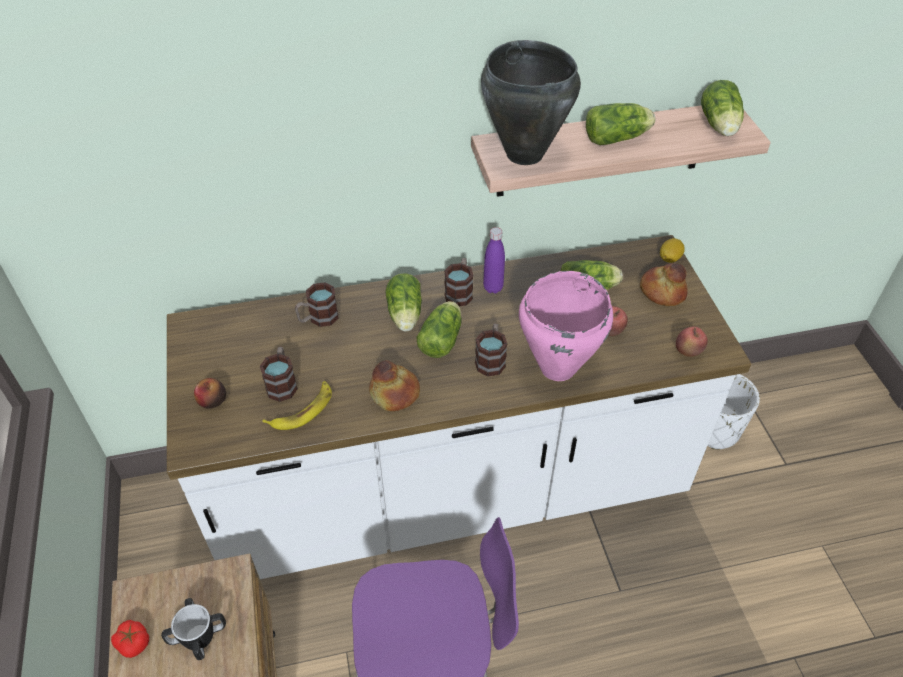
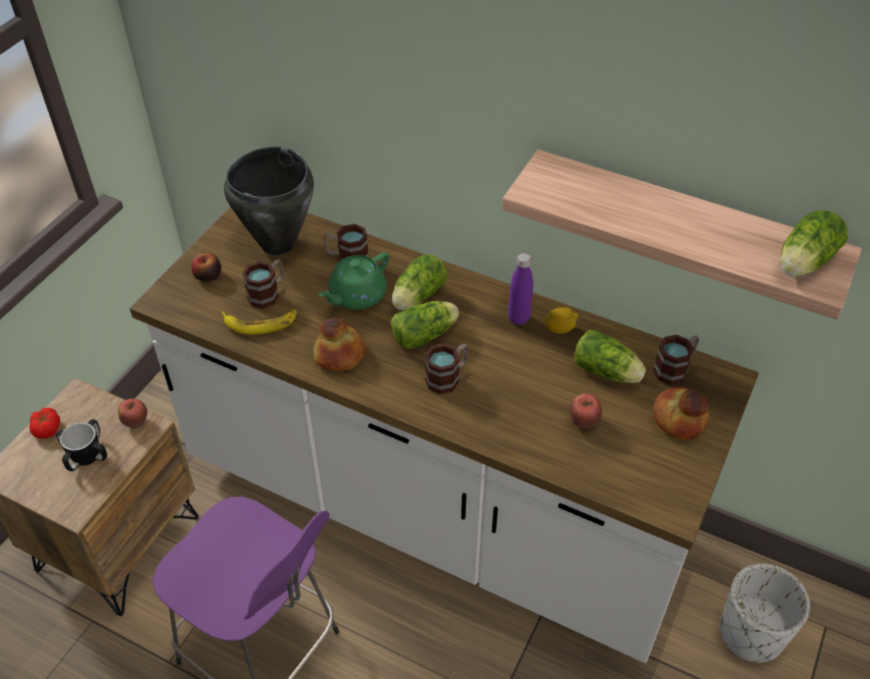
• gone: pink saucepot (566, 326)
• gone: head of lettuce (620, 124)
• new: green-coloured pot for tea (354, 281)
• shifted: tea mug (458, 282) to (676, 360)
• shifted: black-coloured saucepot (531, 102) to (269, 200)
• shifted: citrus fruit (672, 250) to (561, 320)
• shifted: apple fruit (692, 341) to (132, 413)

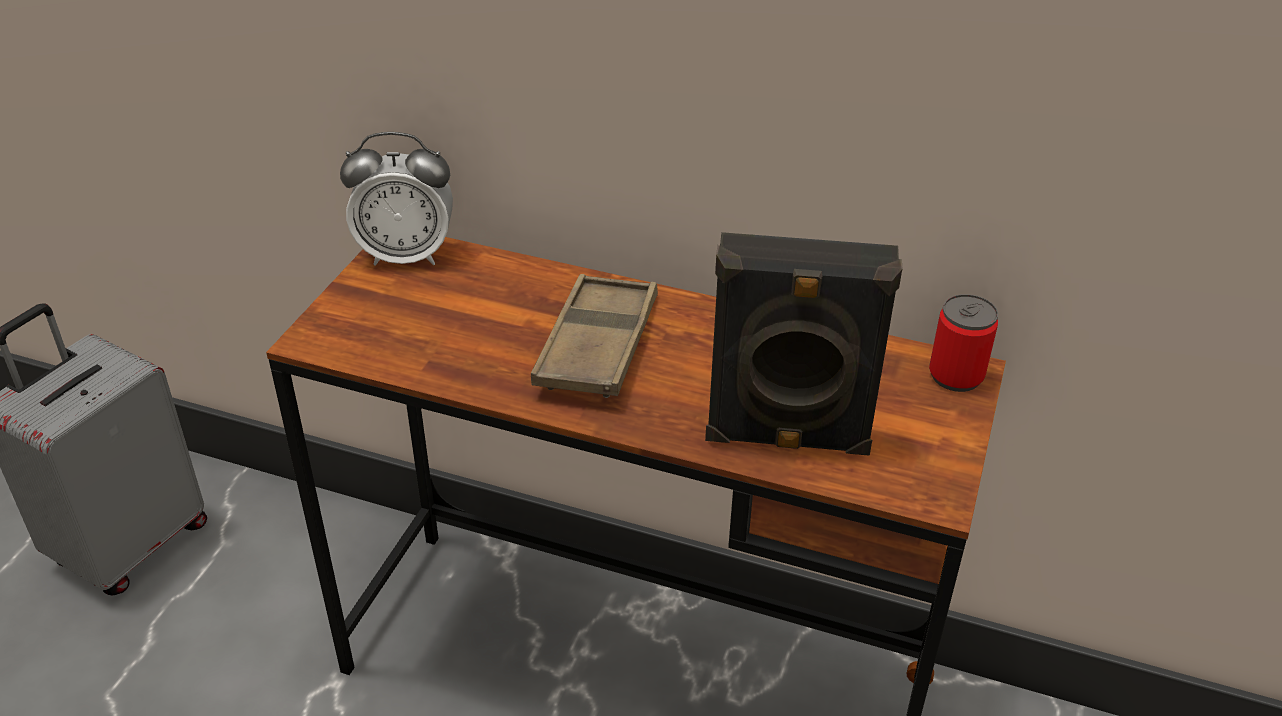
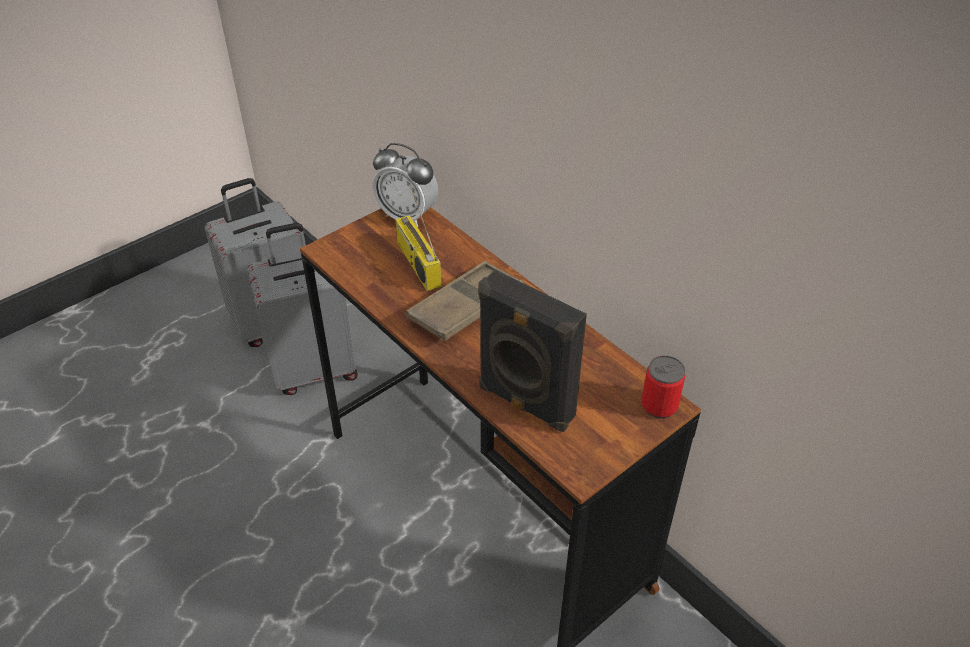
• new: grey suitcase (302, 309)
• new: radio receiver (418, 237)

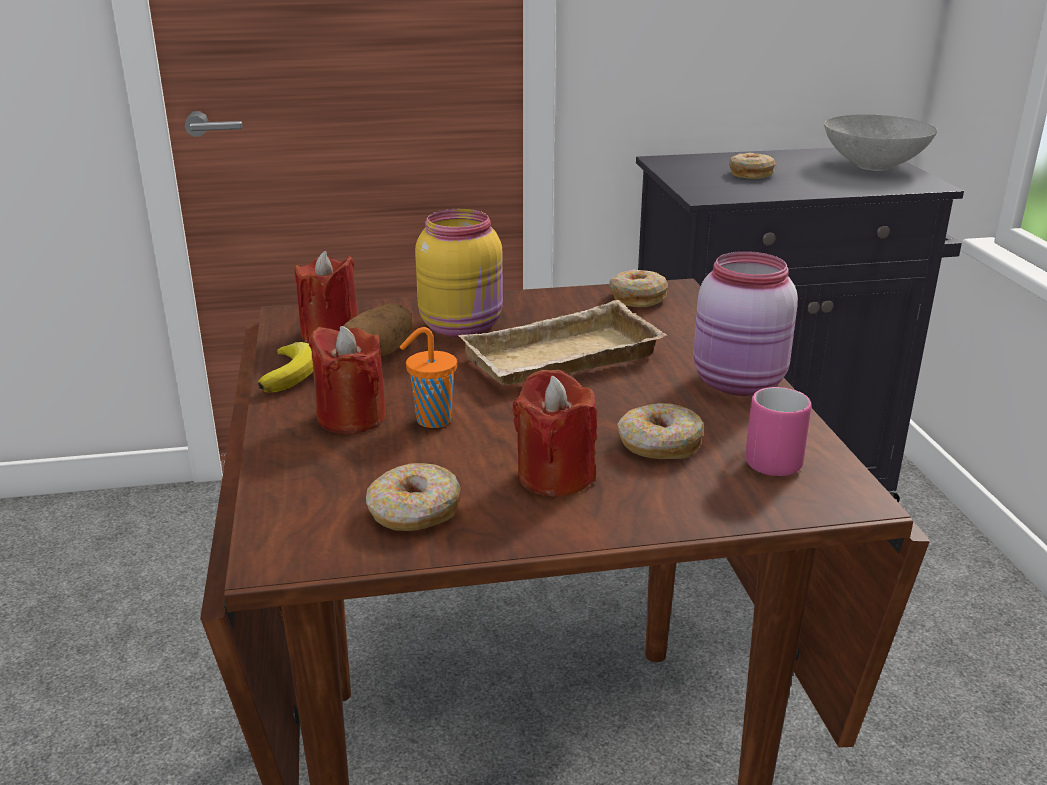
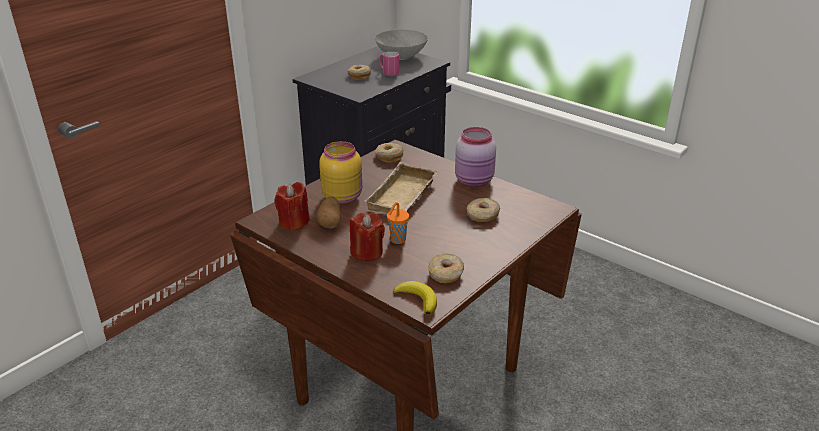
• gone: red candle (555, 433)
• shifted: whole banana (285, 367) to (415, 298)
• shifted: pink tea mug (778, 431) to (389, 63)

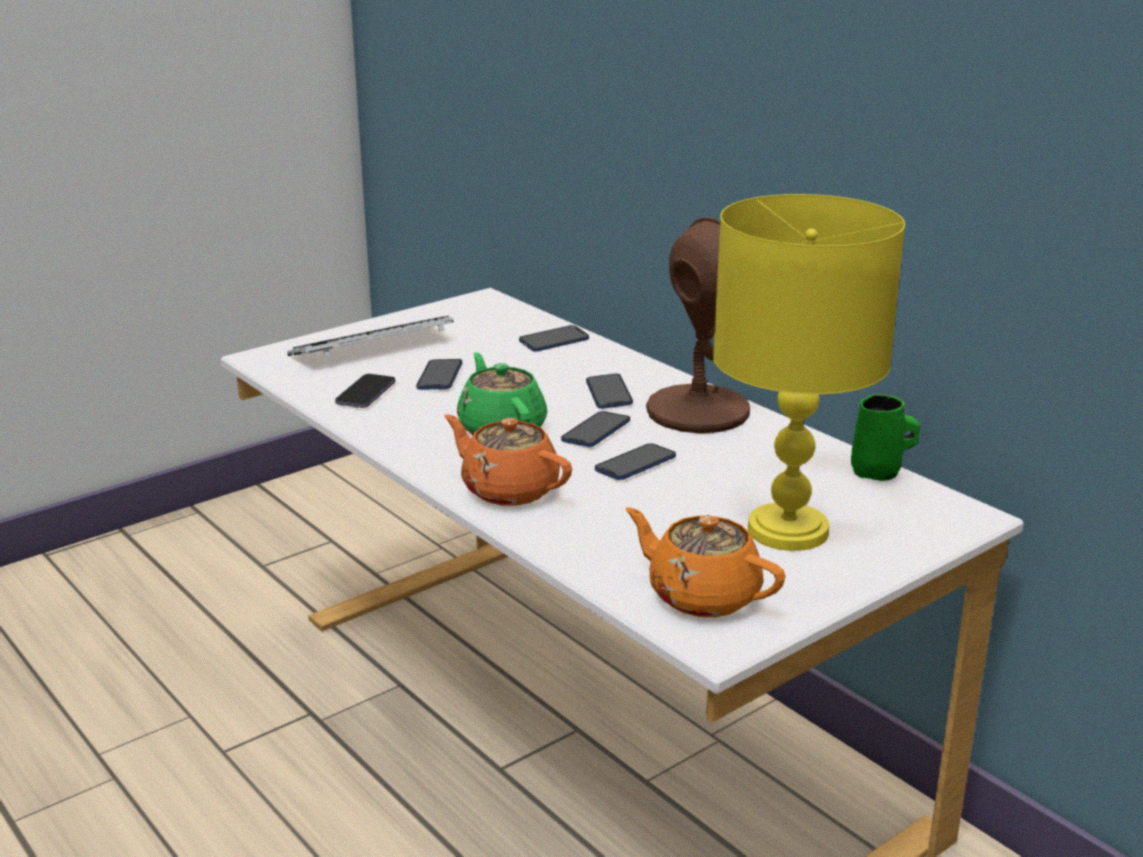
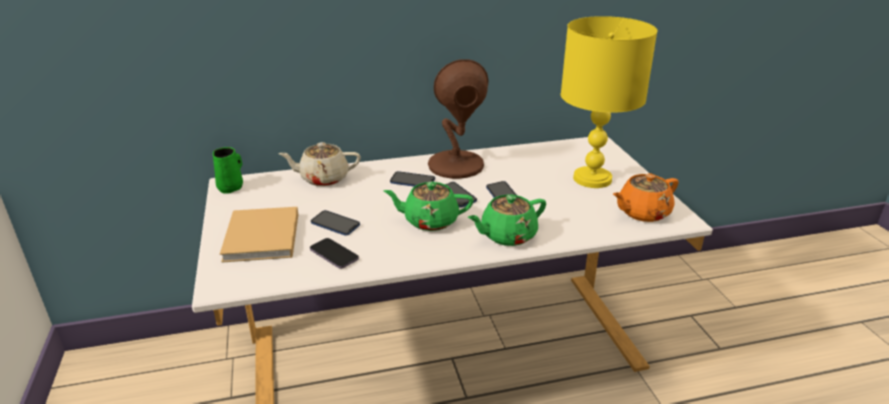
• shifted: green-coloured tea mug (885, 437) to (228, 170)
• swapped: PC keyboard (370, 336) to beige book (259, 235)
• swapped: telephone (554, 338) to beige pot for tea (319, 164)
• repainted: orange pot for tea (508, 460) to green-coloured pot for tea (507, 220)

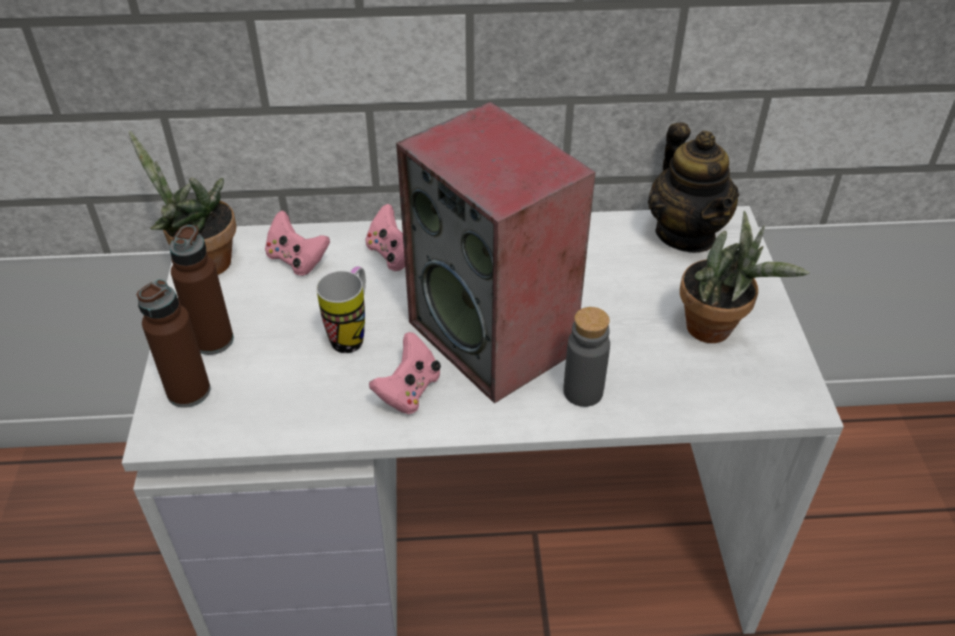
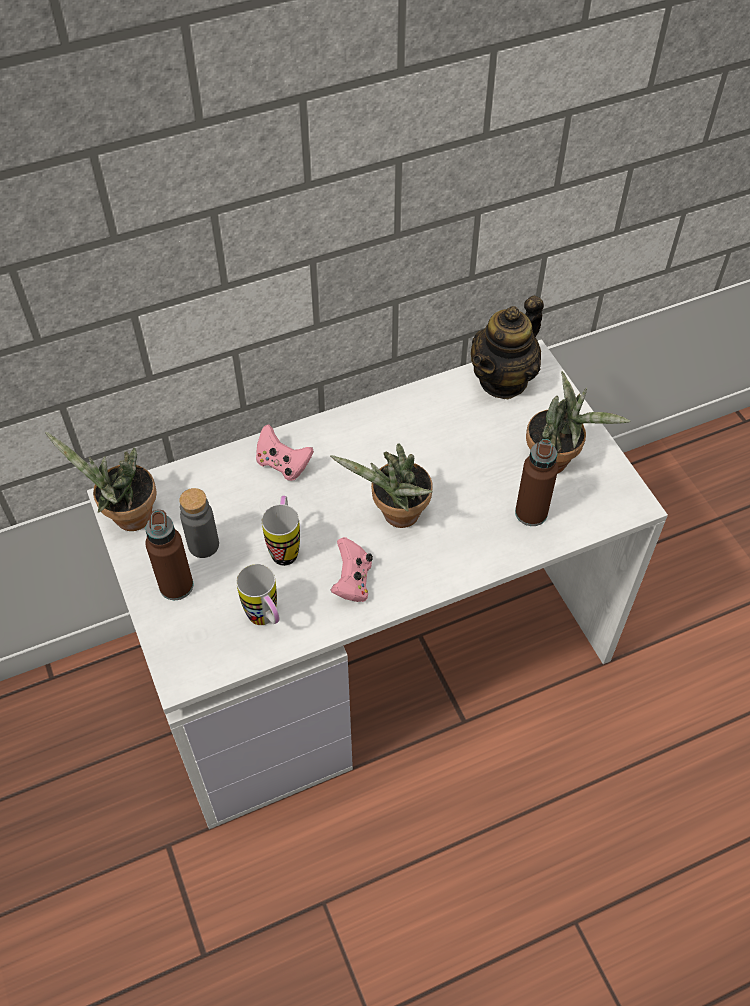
• gone: pink gamepad (297, 243)
• new: tea mug (257, 594)
• shifted: brown-coloured drink bottle (173, 343) to (536, 482)
• shifted: grey drink bottle (586, 357) to (199, 523)
• swapped: audio speaker (495, 253) to potted plant (381, 485)
• rotated: pot for tea (693, 187) = (507, 347) 75 degrees clockwise

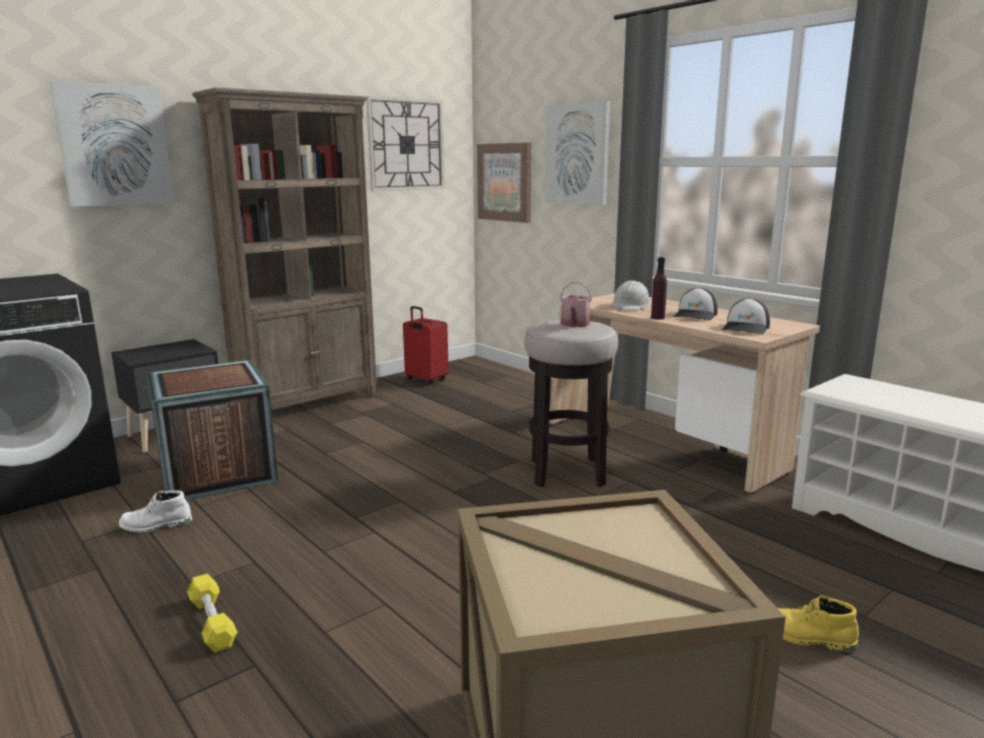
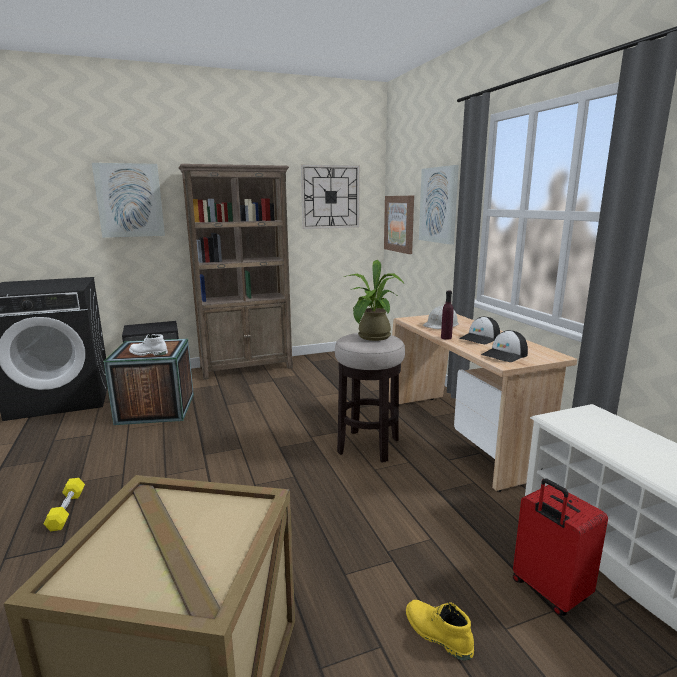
• shifted: white-coloured boot (155, 511) to (148, 345)
• shifted: red suitcase (426, 345) to (560, 547)
• swapped: watering pot (576, 304) to potted plant (374, 300)

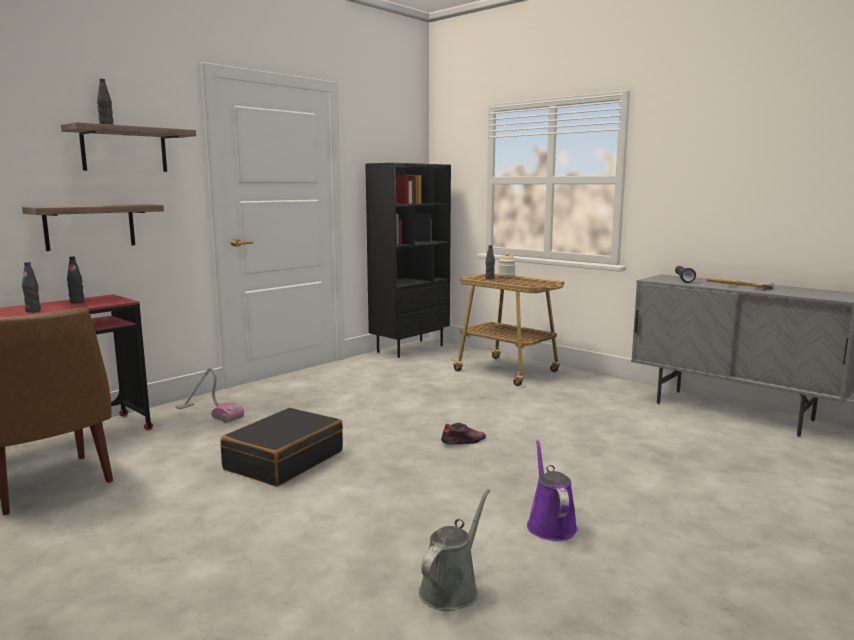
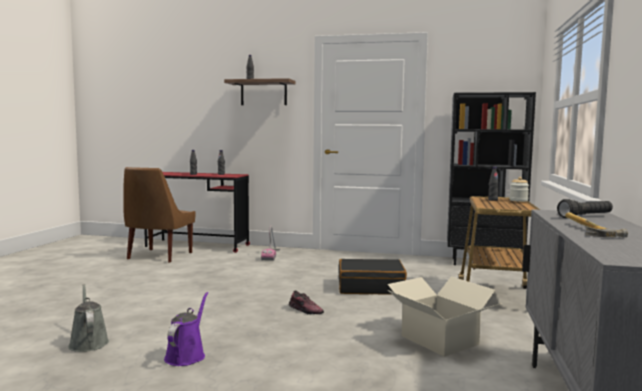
• gone: wall shelf (93, 227)
• new: cardboard box (444, 317)
• shifted: black-coloured suitcase (281, 447) to (373, 276)
• rotated: grey watering pot (454, 550) = (88, 318) 120 degrees counterclockwise
• rotated: purple-coloured watering pot (552, 490) = (186, 329) 45 degrees counterclockwise

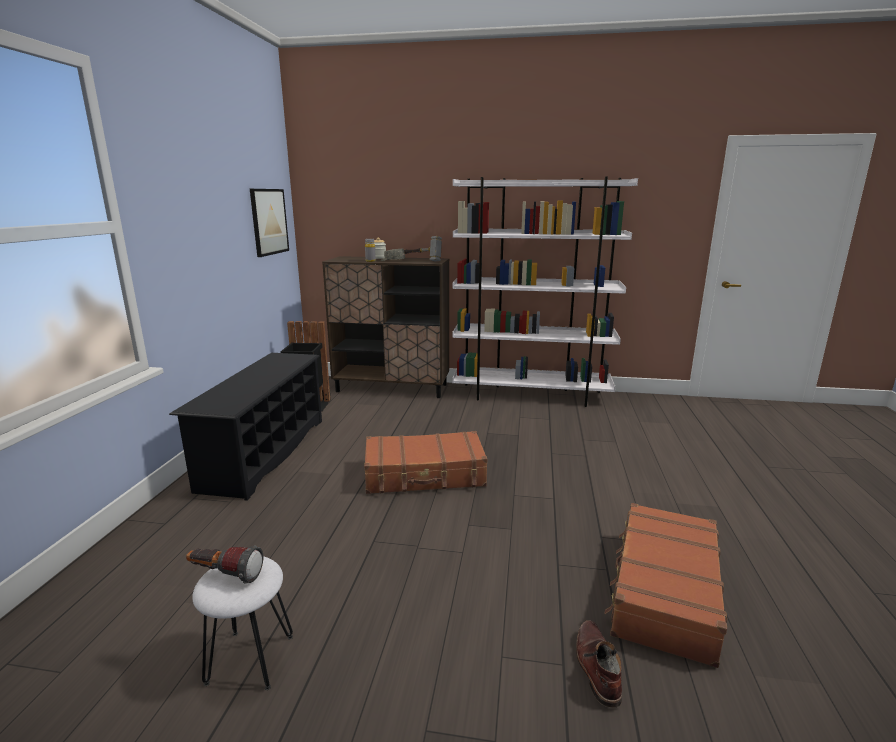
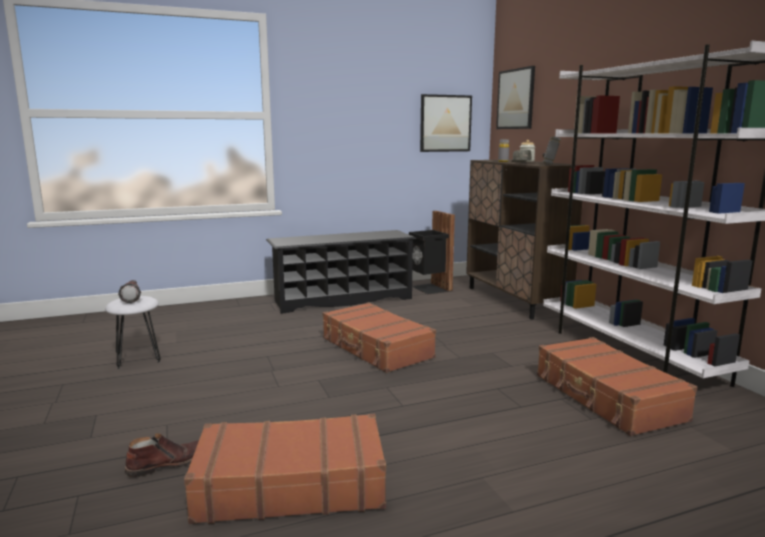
• new: picture (515, 97)
• new: brown-coloured suitcase (617, 386)

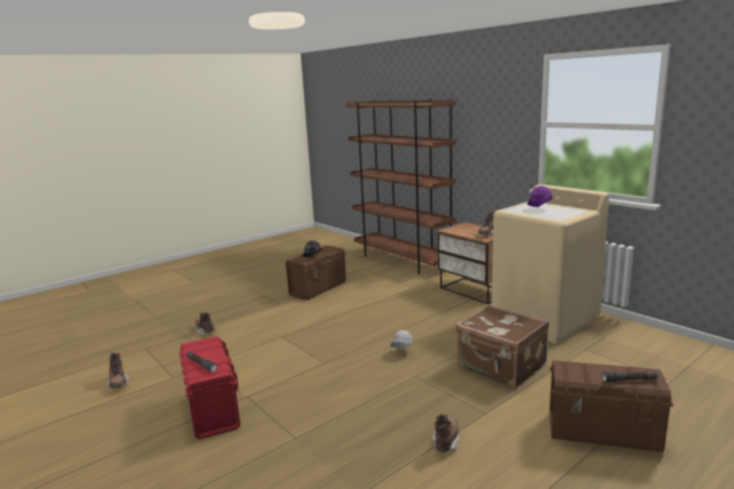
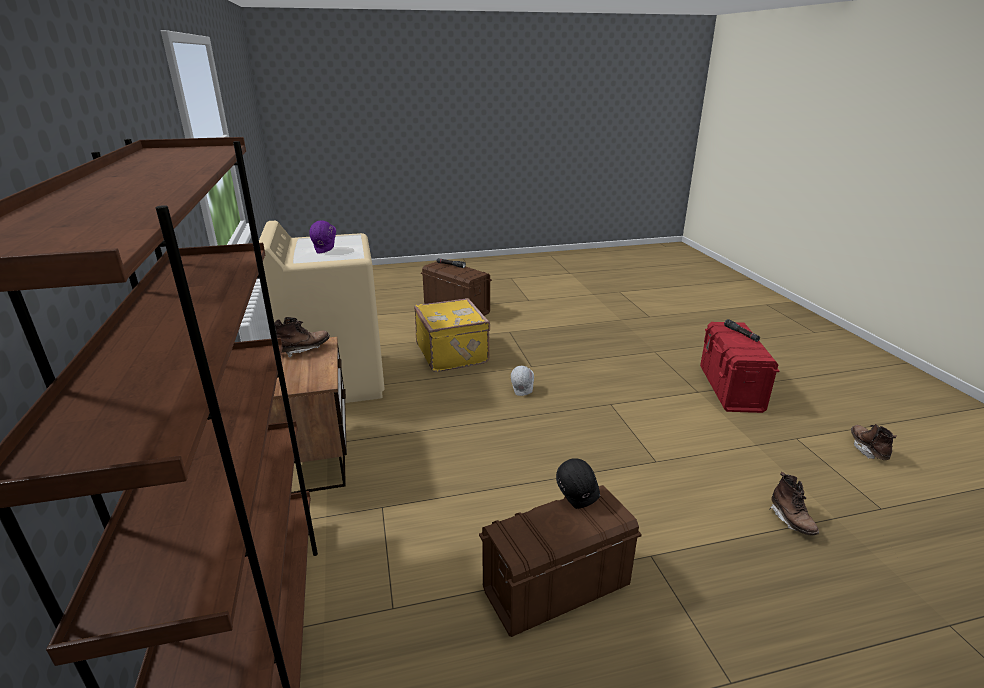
• gone: brown-coloured boot (447, 433)
• repainted: brown-coloured suitcase (502, 346) to yellow-coloured suitcase (452, 335)

